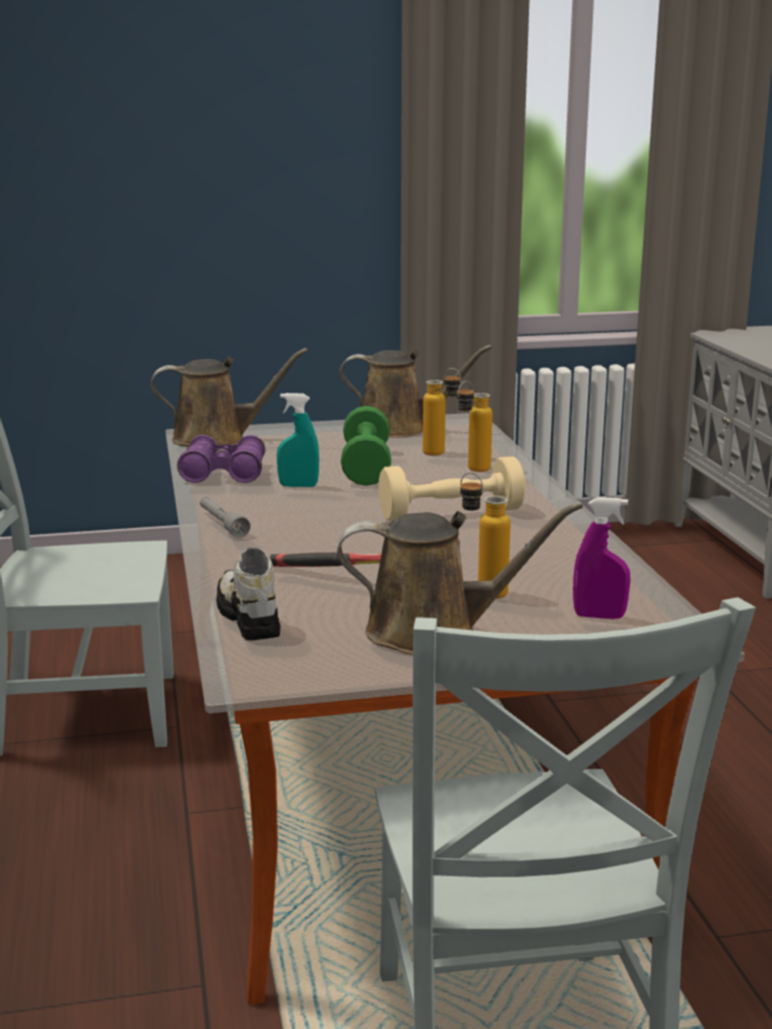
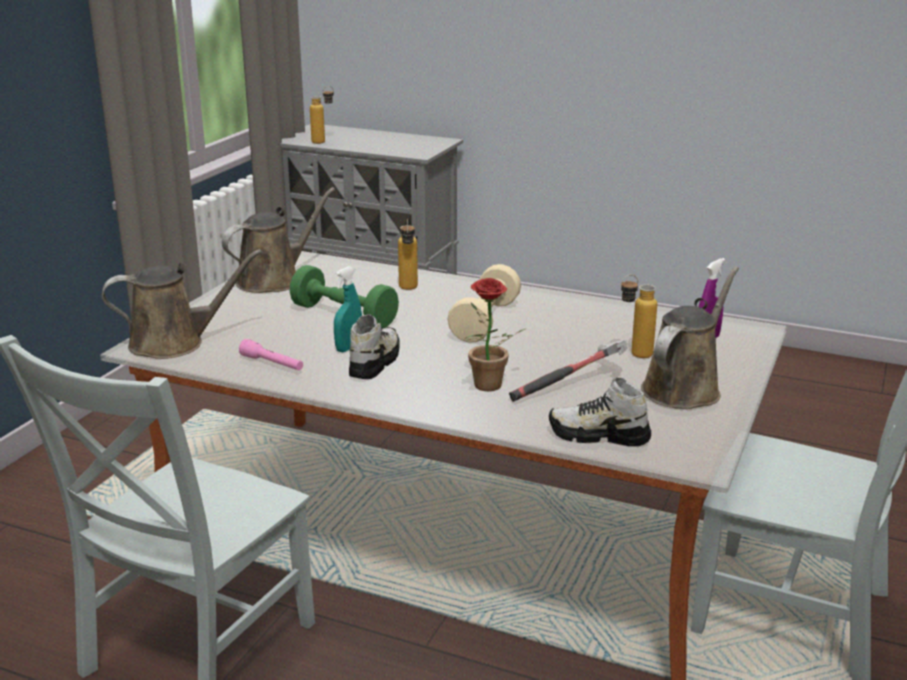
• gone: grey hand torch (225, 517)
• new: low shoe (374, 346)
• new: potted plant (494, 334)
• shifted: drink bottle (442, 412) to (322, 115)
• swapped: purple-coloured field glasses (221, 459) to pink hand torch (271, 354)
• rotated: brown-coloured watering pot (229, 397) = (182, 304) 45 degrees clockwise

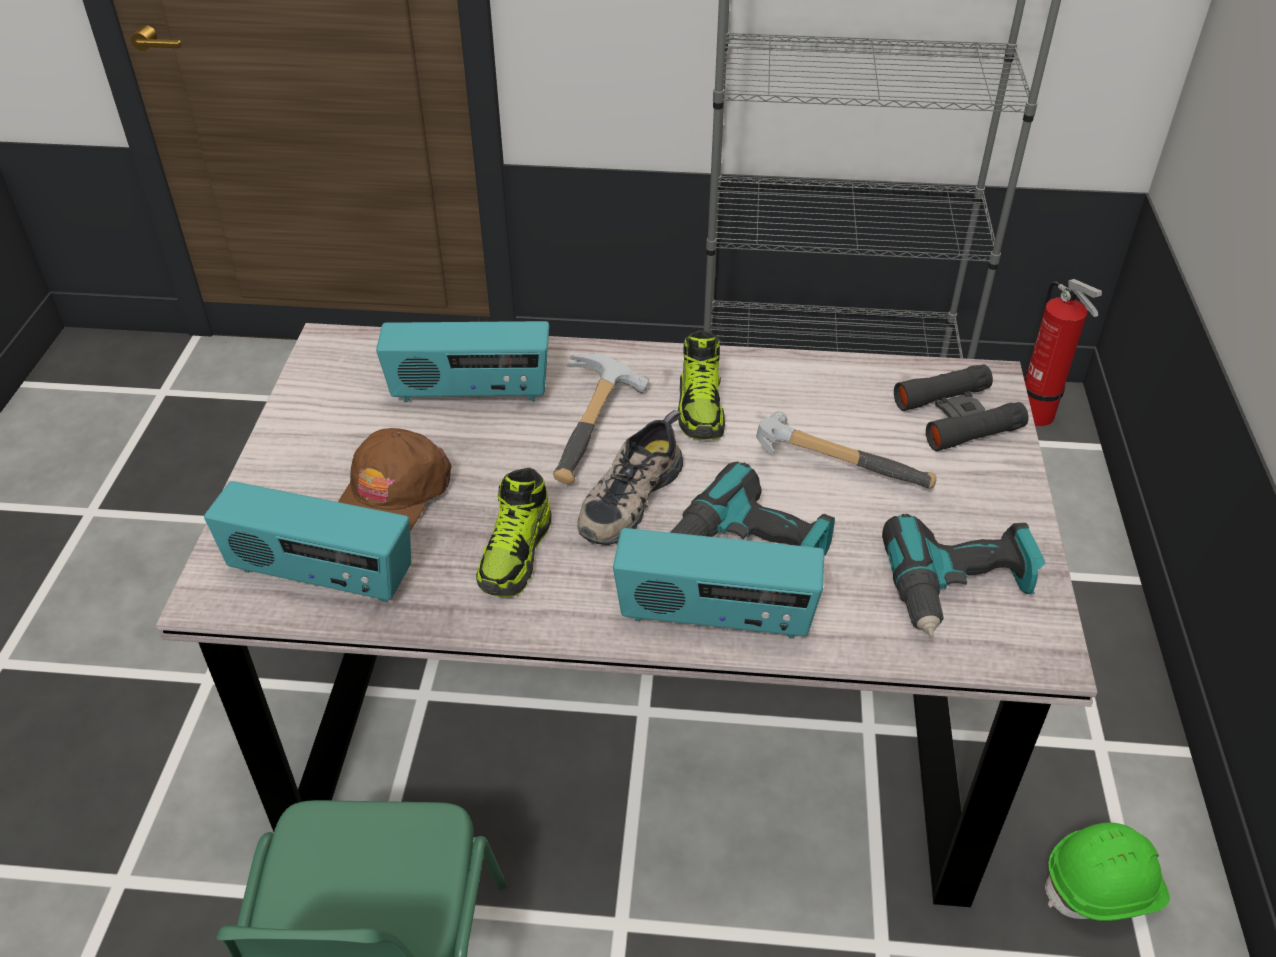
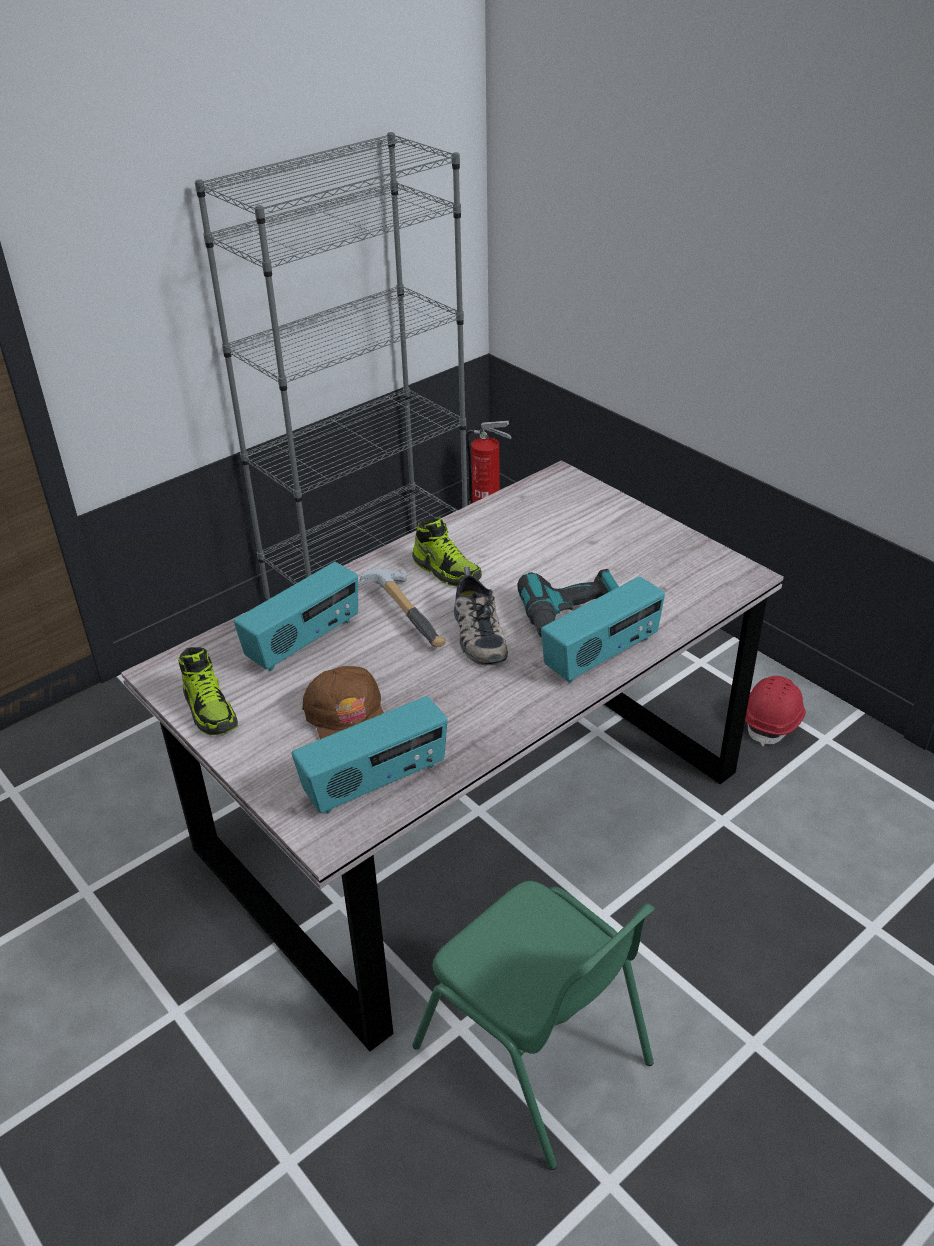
• gone: hammer (846, 450)
• gone: drill (963, 575)
• gone: black-coloured field glasses (961, 407)
• shifted: low shoe (514, 532) to (208, 691)
• repainted: green-coloured safety helmet (1107, 871) to red safety helmet (775, 711)

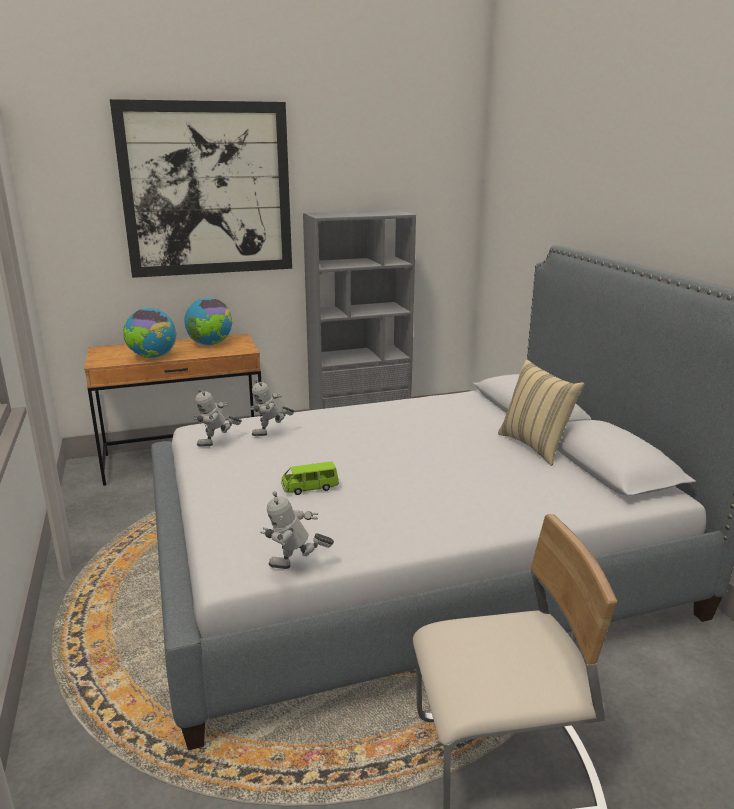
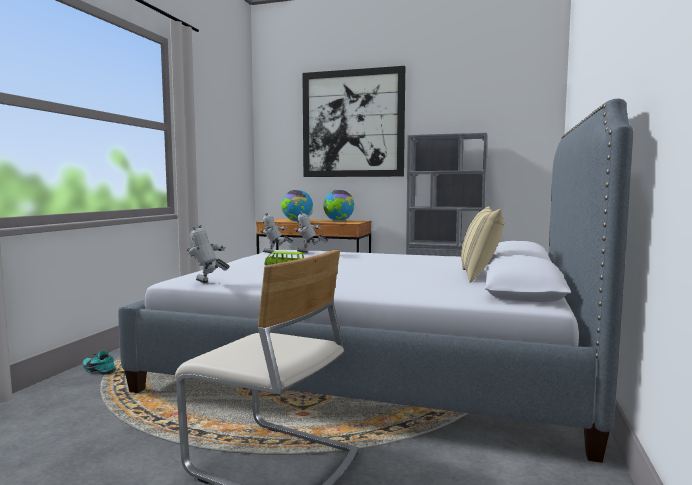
• new: blue-green low shoe (99, 362)

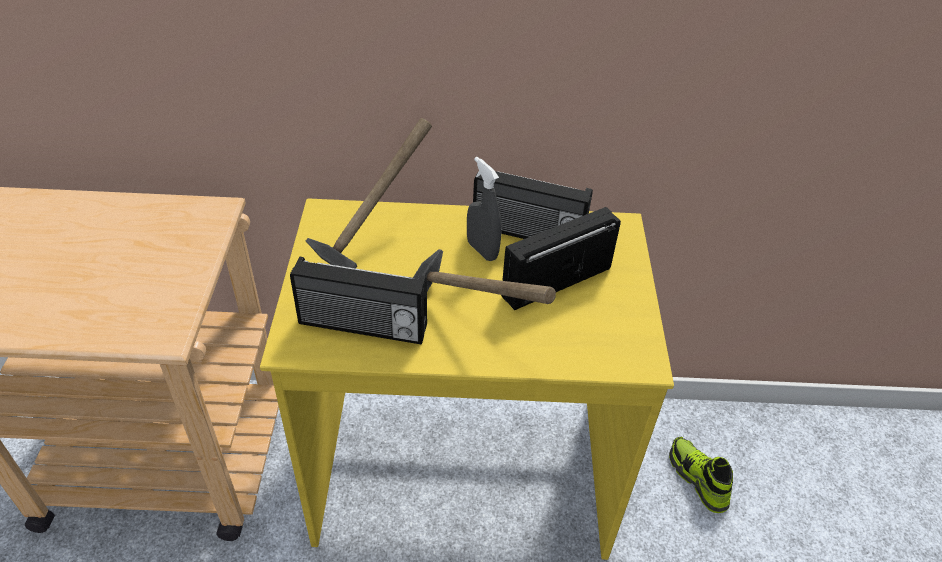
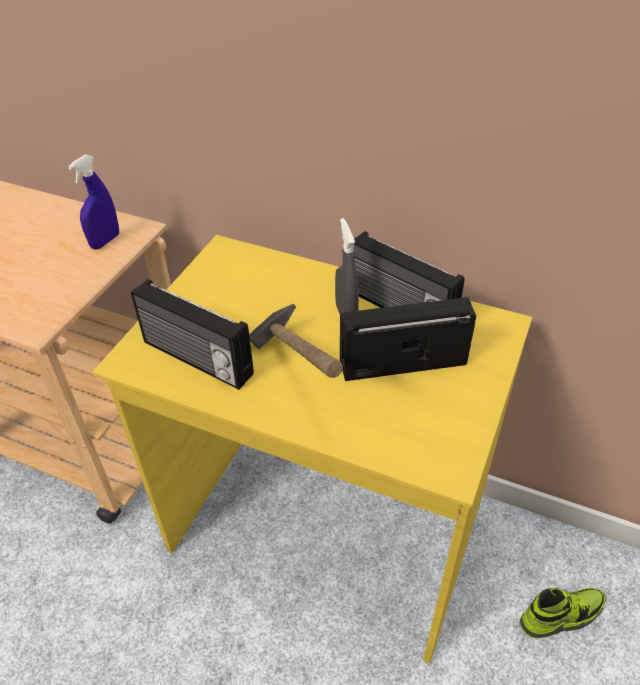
• gone: hammer (369, 193)
• new: blue-coloured sprayer (93, 201)
• rotated: low shoe (701, 474) = (563, 613) 75 degrees clockwise

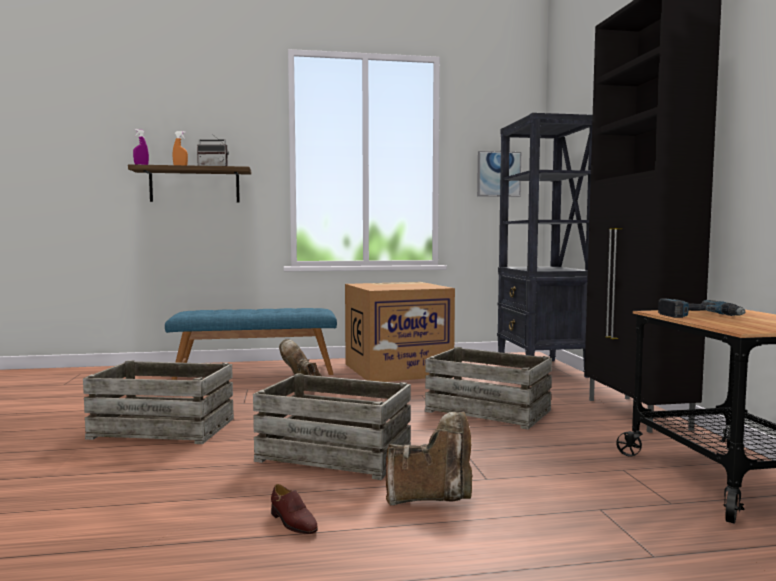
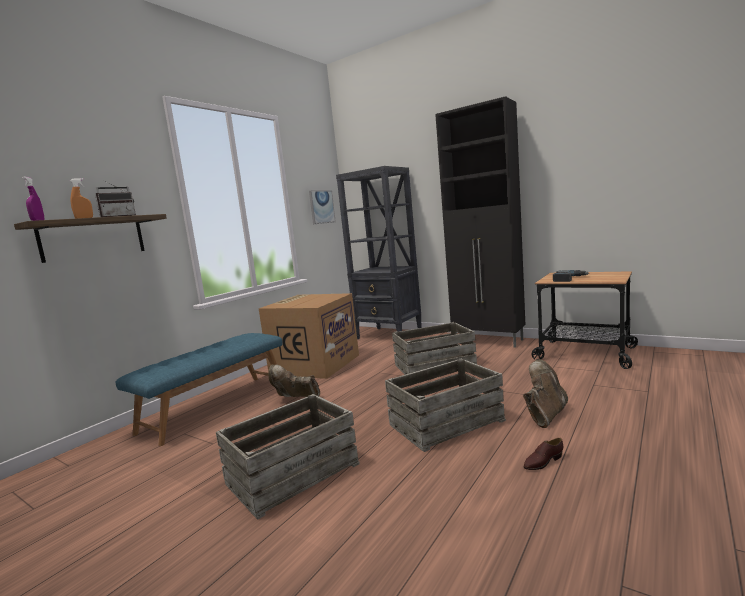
• rotated: brown-coloured low shoe (294, 509) = (543, 454) 150 degrees clockwise

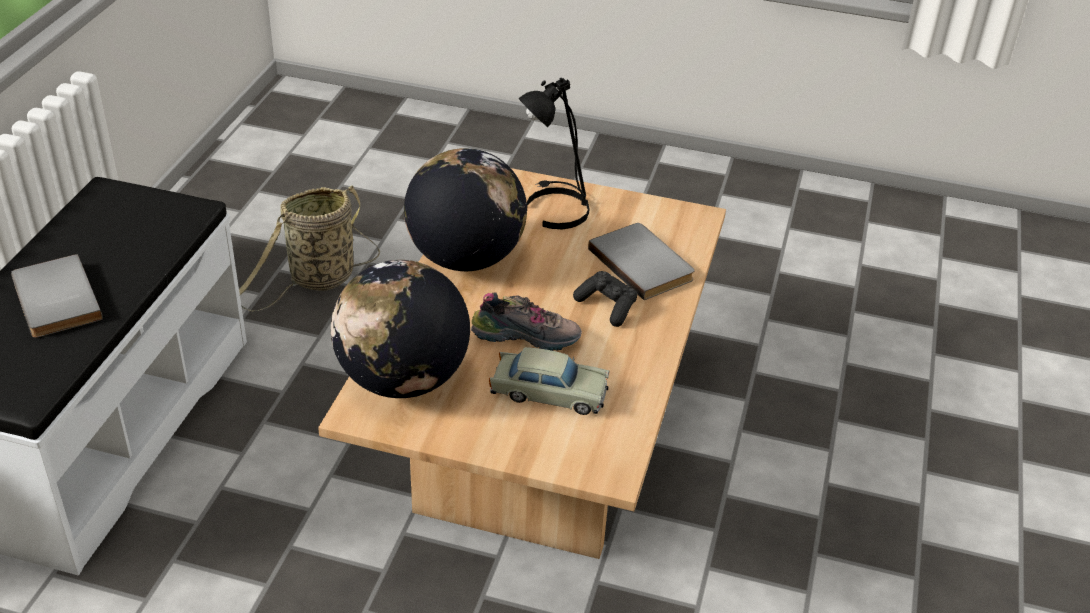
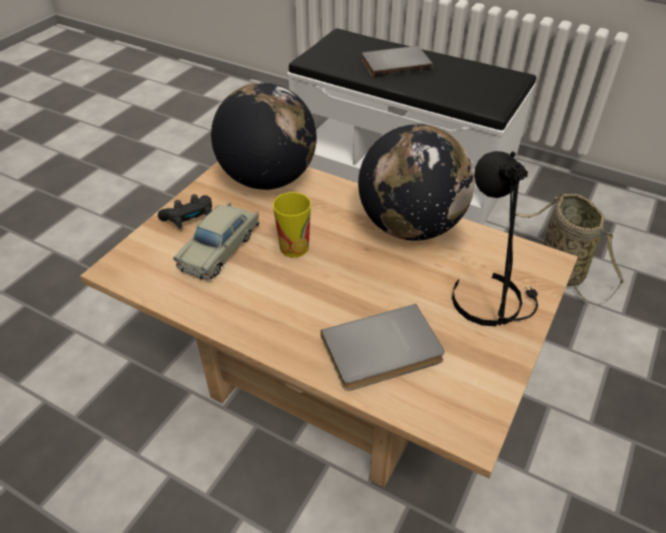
• shifted: black-coloured gamepad (605, 299) to (185, 211)
• swapped: low shoe (526, 322) to cup (292, 225)

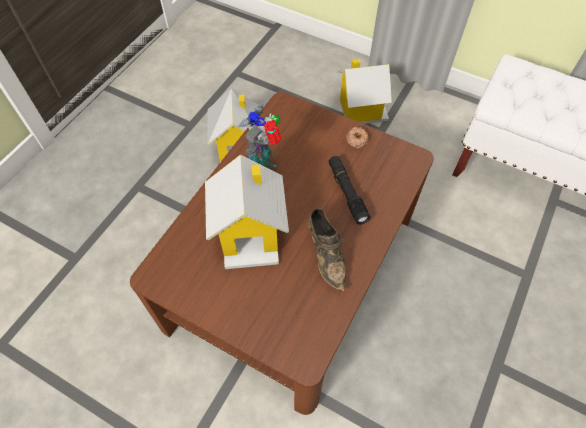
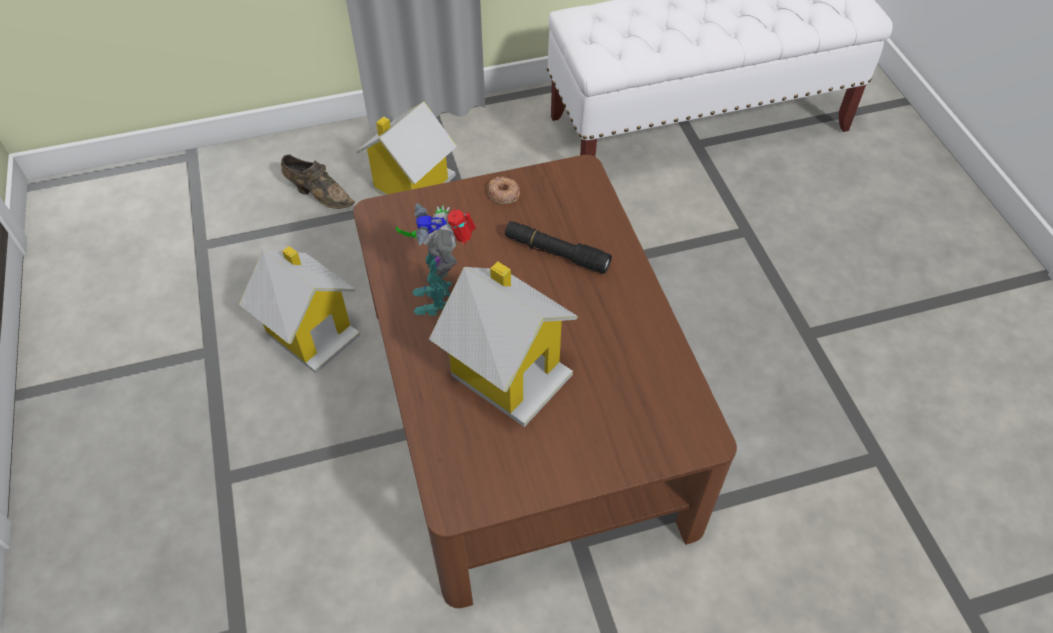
• shifted: brown-coloured low shoe (327, 250) to (318, 181)

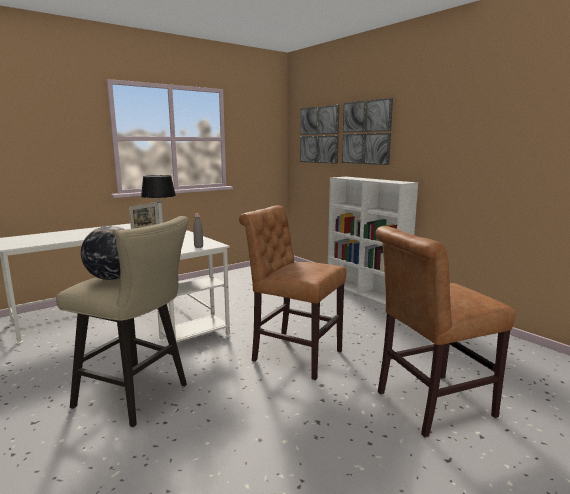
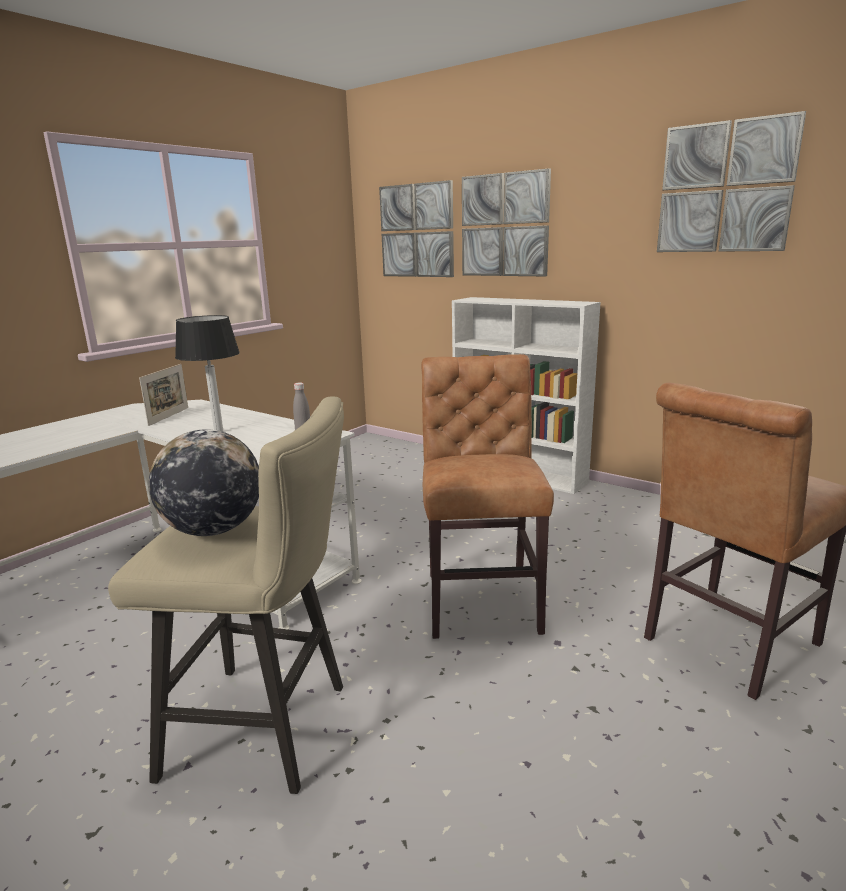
• new: picture (731, 181)
• rotated: brown-coloured plain chair (292, 292) = (487, 496) 75 degrees clockwise

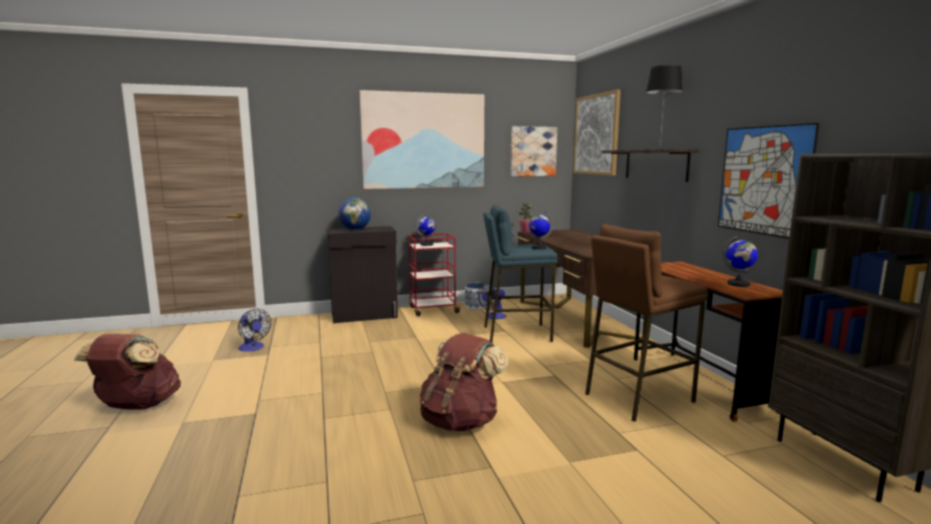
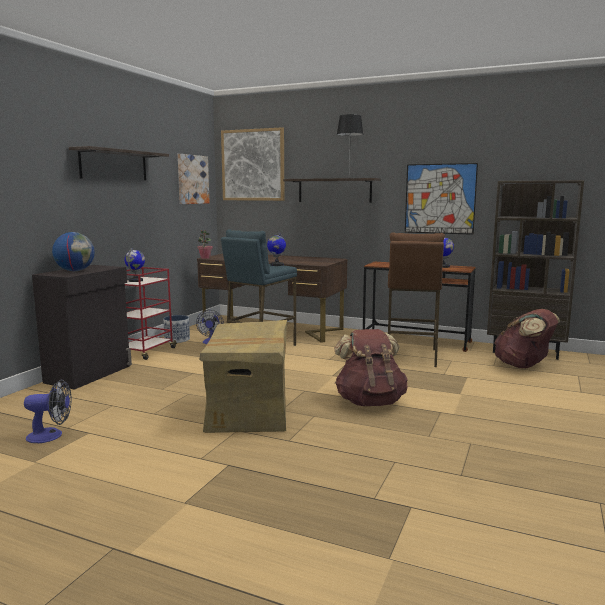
• new: cardboard box (243, 376)
• shifted: brown-coloured rucksack (127, 372) to (527, 338)
• swapped: picture (422, 139) to wall shelf (119, 163)

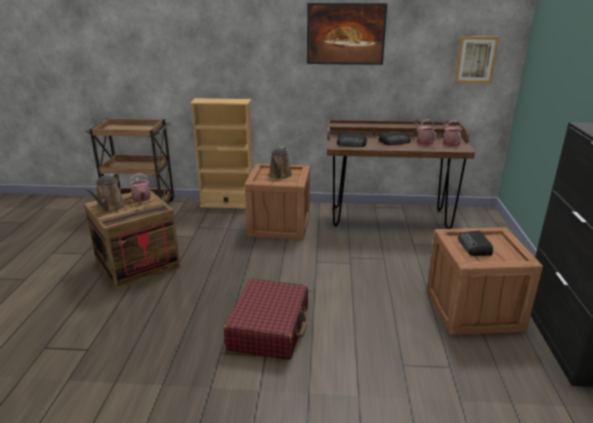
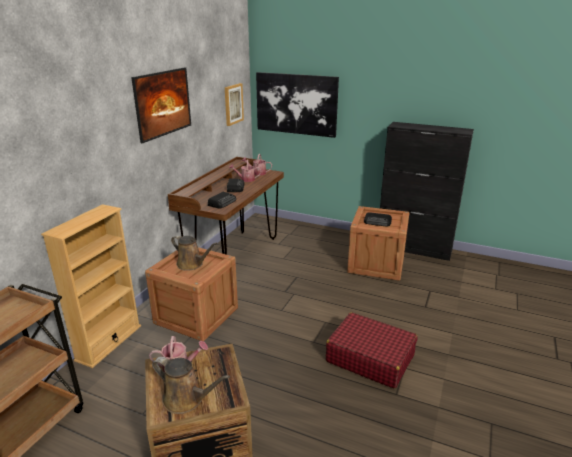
• new: picture (297, 105)

